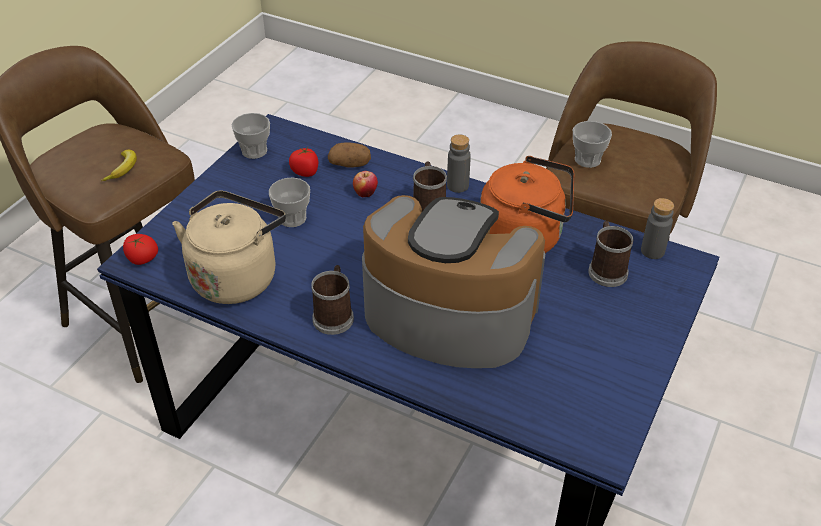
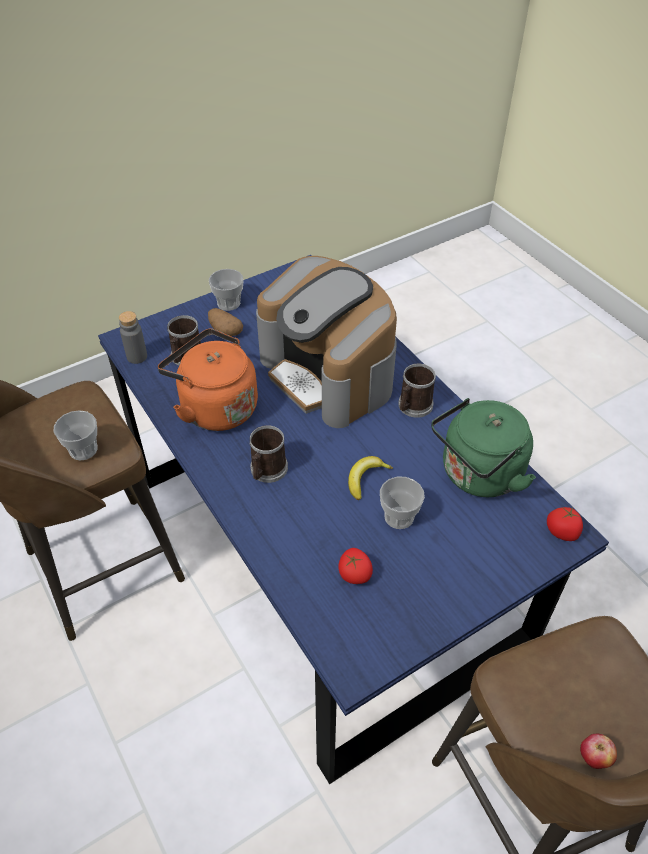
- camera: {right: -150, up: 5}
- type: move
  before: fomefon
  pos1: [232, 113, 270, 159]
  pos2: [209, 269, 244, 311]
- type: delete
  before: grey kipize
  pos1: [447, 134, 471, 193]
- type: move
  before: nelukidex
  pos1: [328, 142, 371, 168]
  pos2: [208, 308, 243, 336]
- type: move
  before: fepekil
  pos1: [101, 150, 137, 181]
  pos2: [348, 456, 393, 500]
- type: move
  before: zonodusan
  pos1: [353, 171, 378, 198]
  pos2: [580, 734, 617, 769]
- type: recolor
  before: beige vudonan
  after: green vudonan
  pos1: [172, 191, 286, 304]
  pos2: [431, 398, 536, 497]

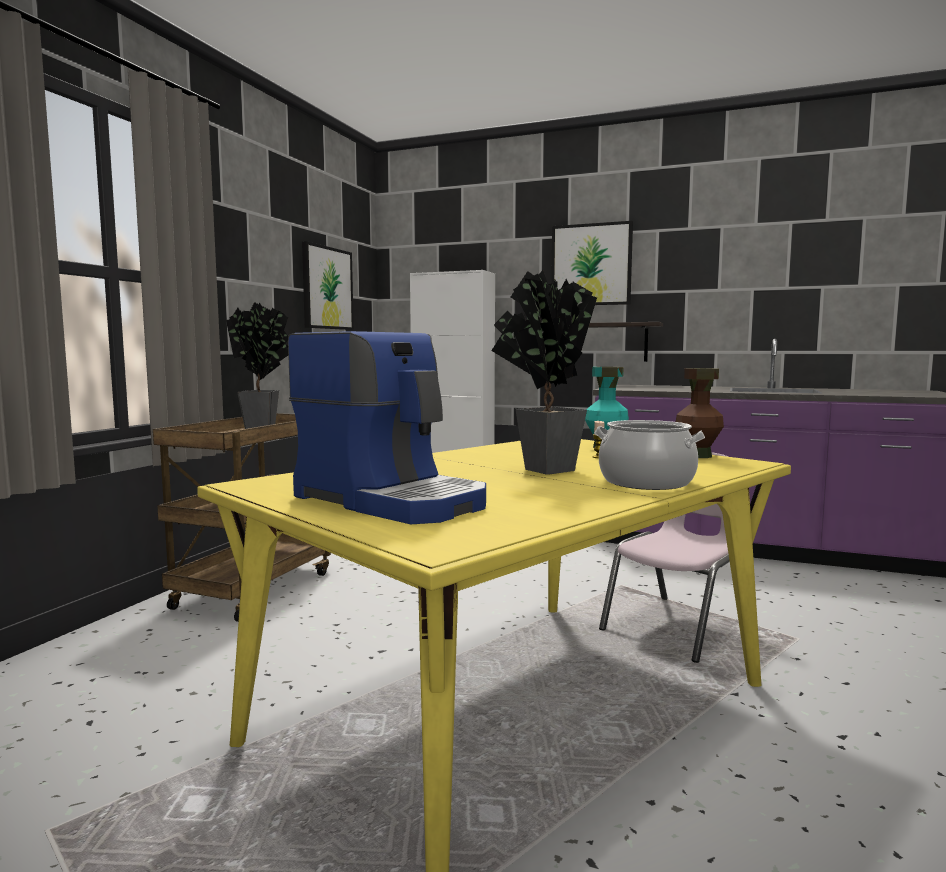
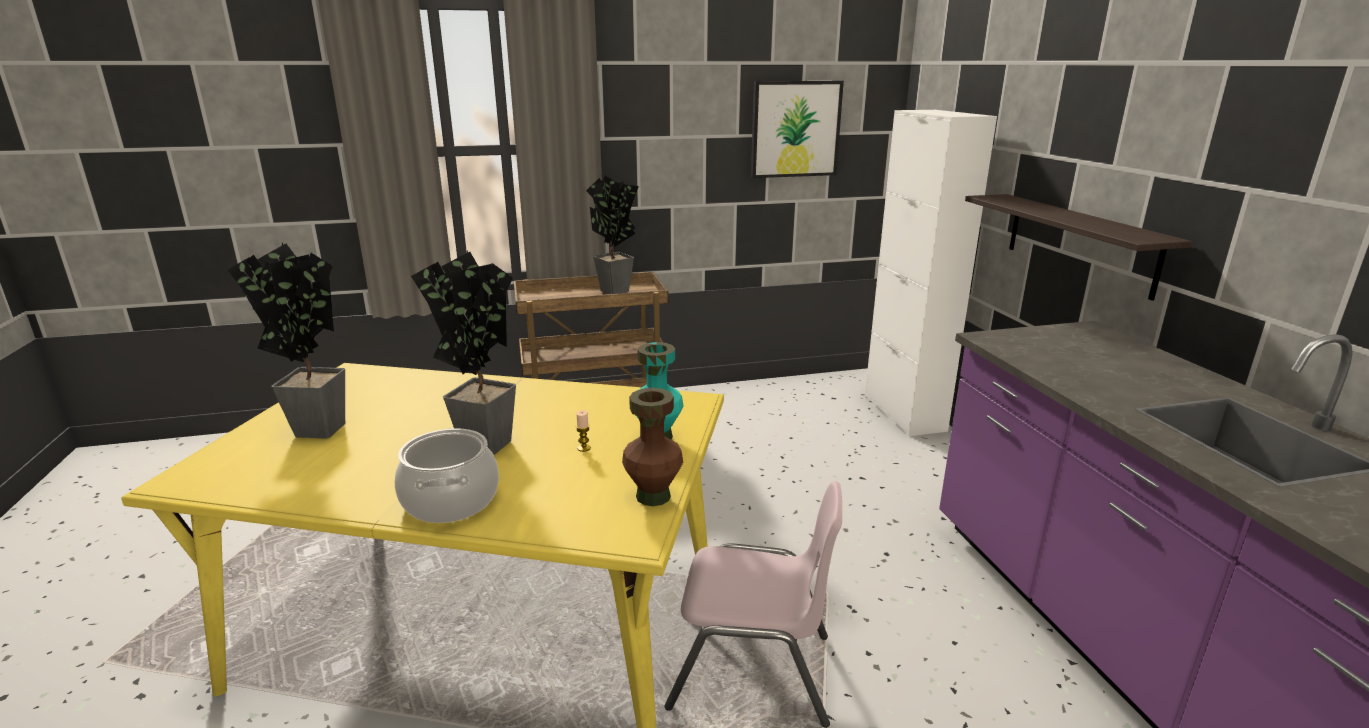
- camera: {right: 55, up: 15}
- type: delete
  before: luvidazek
  pos1: [551, 221, 633, 305]
- type: replace
  before: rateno
  after: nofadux
  pos1: [288, 331, 486, 524]
  pos2: [227, 243, 345, 439]

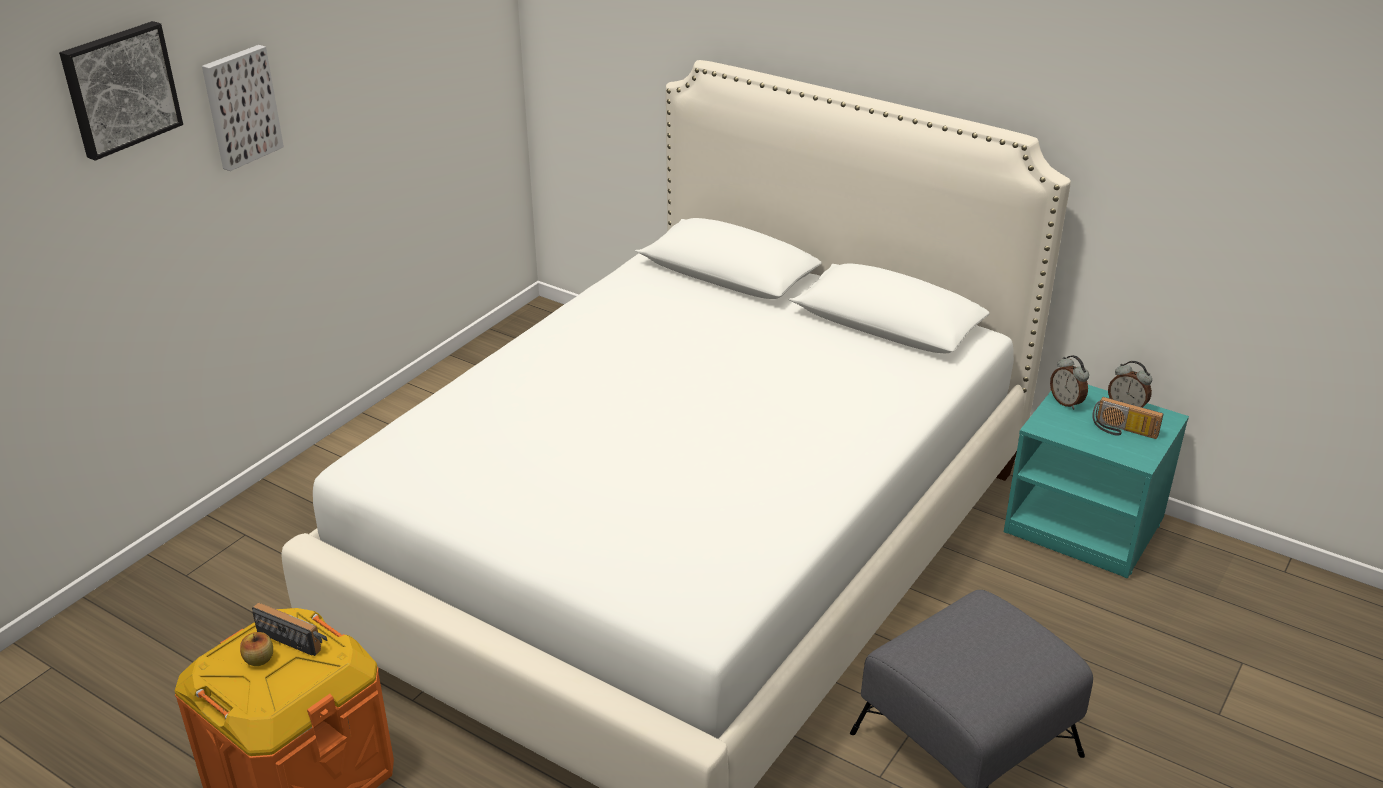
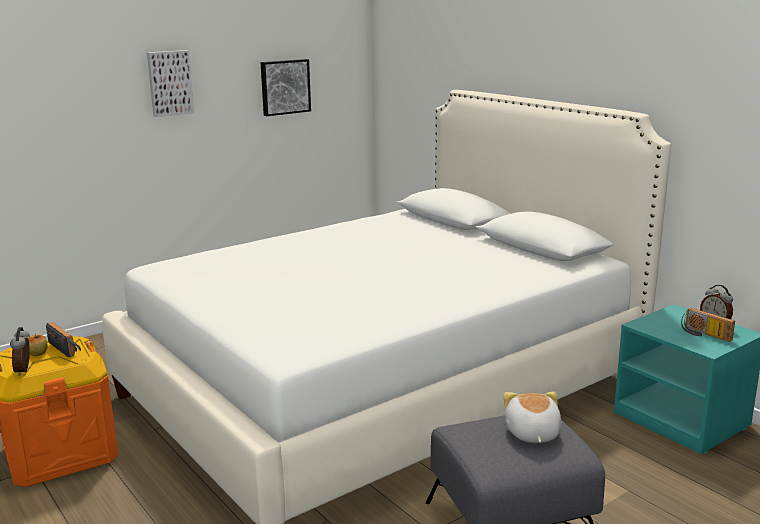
- camera: {right: 20, up: -15}
- type: move
  before: luvidazek
  pos1: [59, 21, 183, 161]
  pos2: [260, 59, 311, 116]
- type: move
  before: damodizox
  pos1: [1050, 355, 1089, 410]
  pos2: [10, 327, 30, 376]
- type: insert
  after: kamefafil
  pos2: [503, 392, 562, 443]

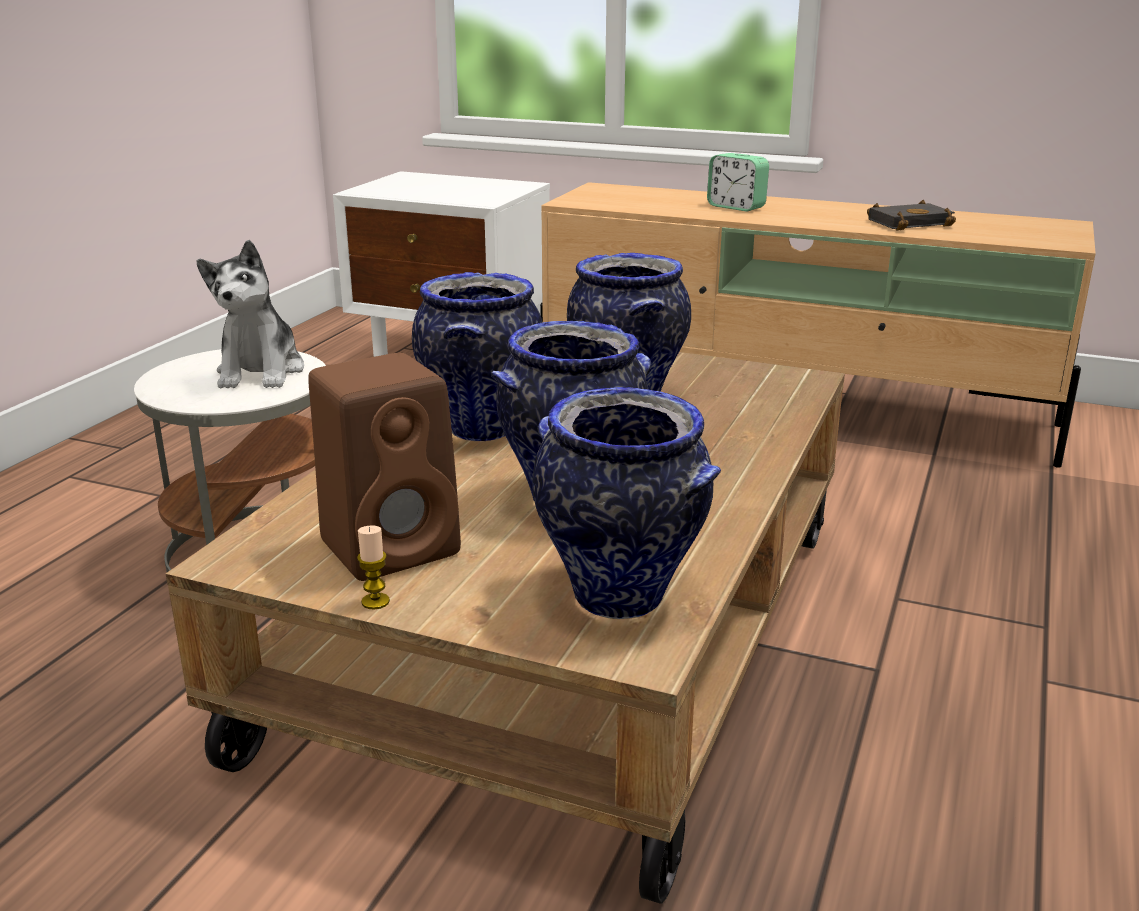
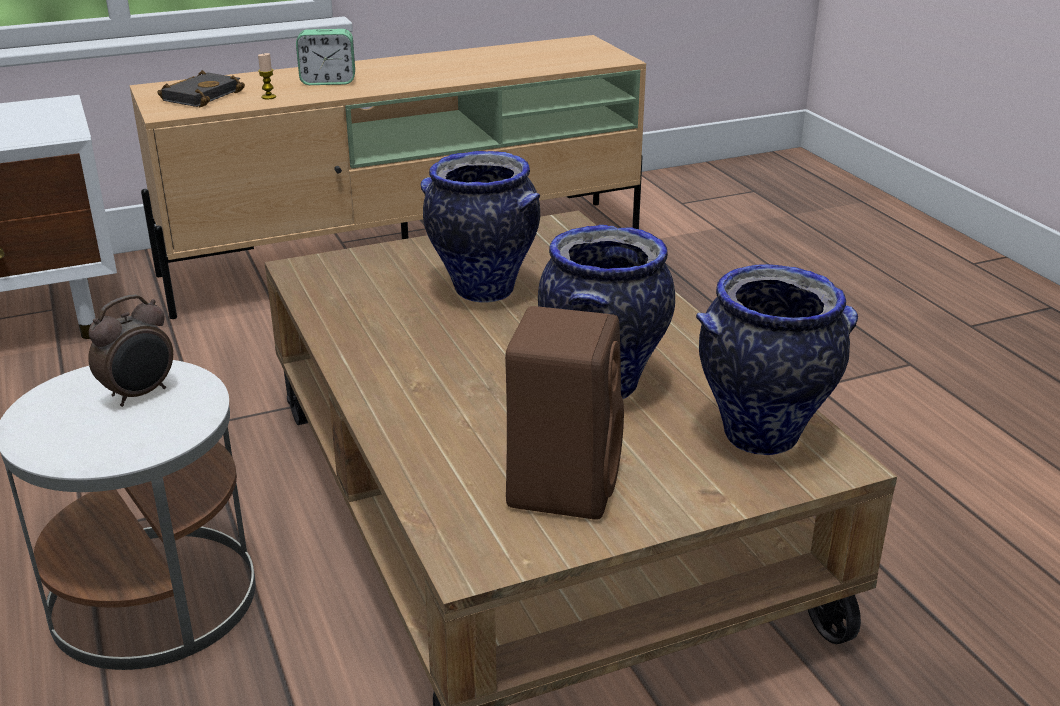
- camera: {right: -45, up: 5}
- type: move
  before: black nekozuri
  pos1: [867, 200, 956, 230]
  pos2: [158, 70, 245, 107]
- type: replace
  before: kamefafil
  after: damodizox
  pos1: [196, 240, 304, 389]
  pos2: [88, 294, 173, 407]
- type: delete
  before: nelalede
  pos1: [412, 272, 543, 441]
- type: move
  before: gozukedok
  pos1: [357, 526, 390, 609]
  pos2: [258, 53, 276, 99]

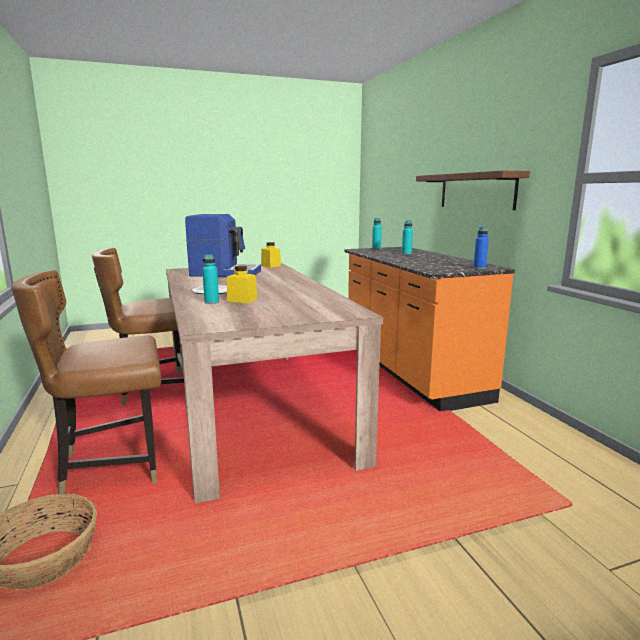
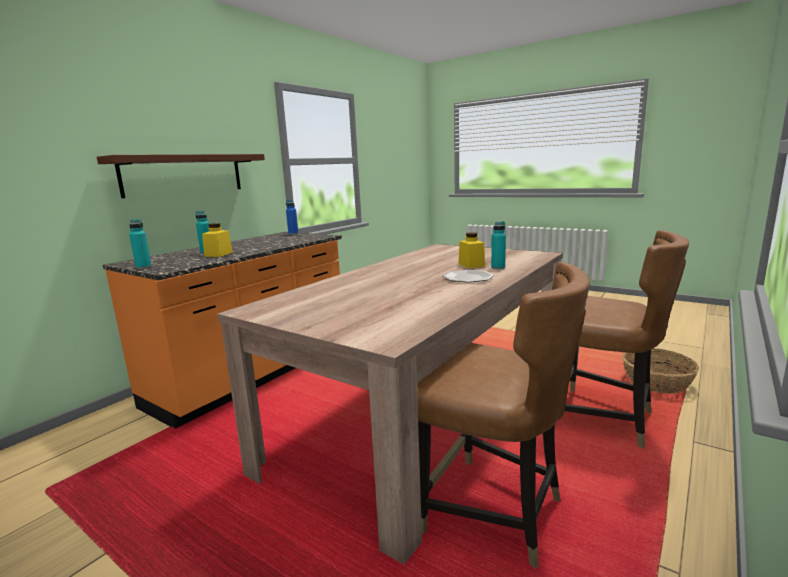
- camera: {right: -125, up: 0}
- type: delete
  before: rateno
  pos1: [185, 214, 261, 277]
- type: move
  before: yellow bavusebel
  pos1: [261, 242, 281, 268]
  pos2: [202, 223, 233, 257]

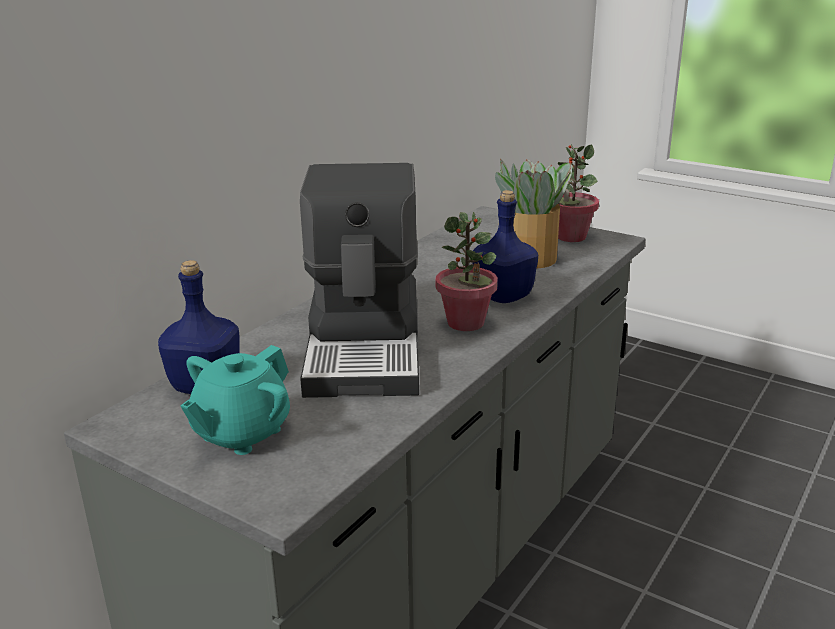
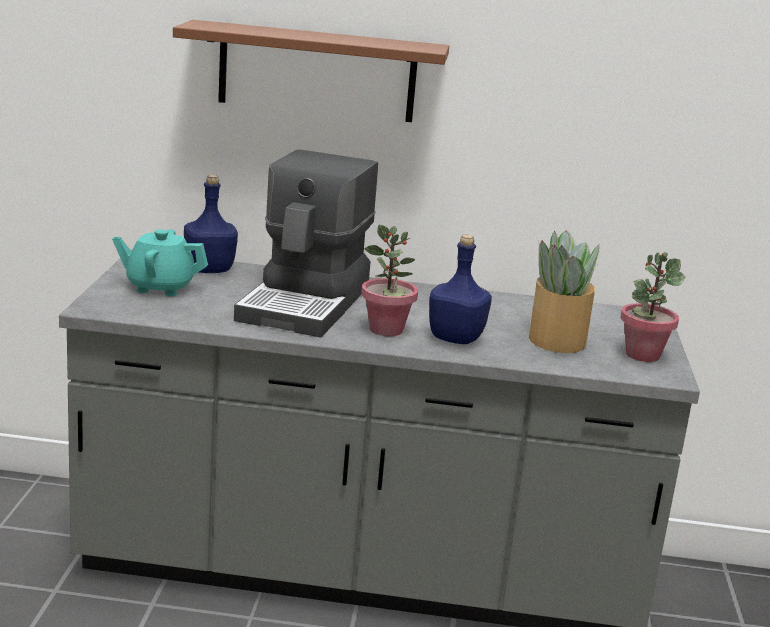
- camera: {right: 60, up: -5}
- type: rotate
  before: rateno
  pos1: [300, 163, 419, 398]
  pos2: [234, 150, 378, 337]
  turn: -45
- type: insert
  after: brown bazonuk
  pos2: [173, 20, 449, 122]

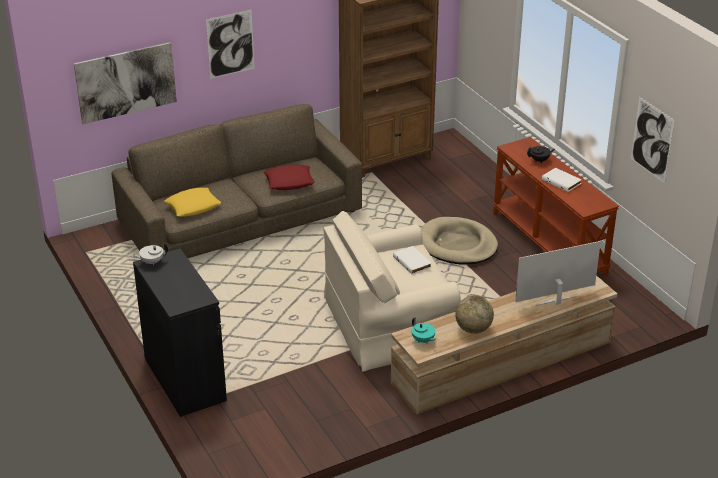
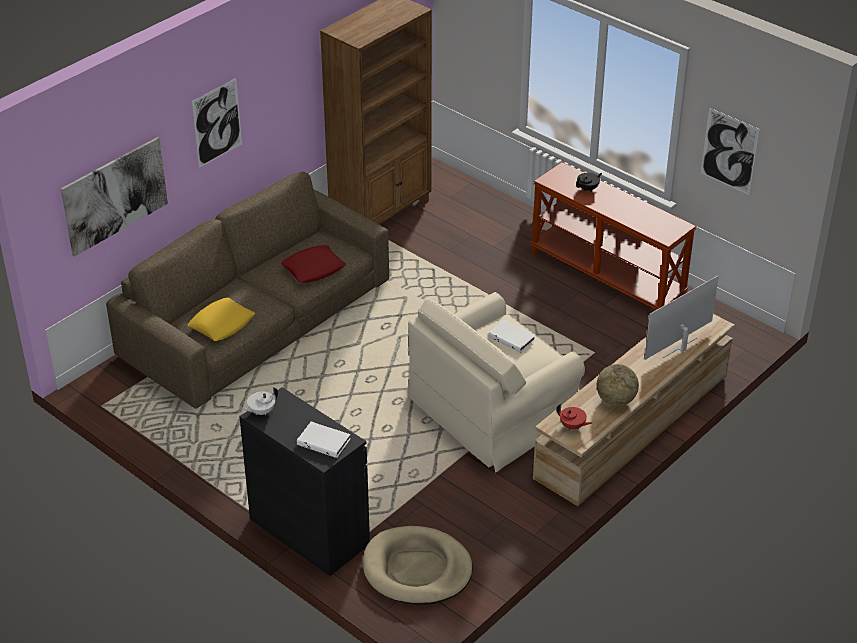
- camera: {right: -20, up: 5}
- type: move
  before: white nekozuri
  pos1: [542, 168, 581, 192]
  pos2: [297, 421, 350, 458]
- type: move
  before: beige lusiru
  pos1: [421, 217, 498, 265]
  pos2: [363, 526, 473, 605]
- type: recolor
  before: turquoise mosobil
  after: red mosobil
  pos1: [411, 317, 436, 343]
  pos2: [556, 404, 592, 430]

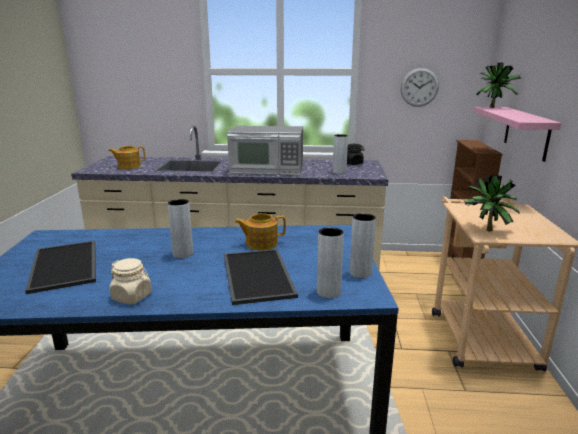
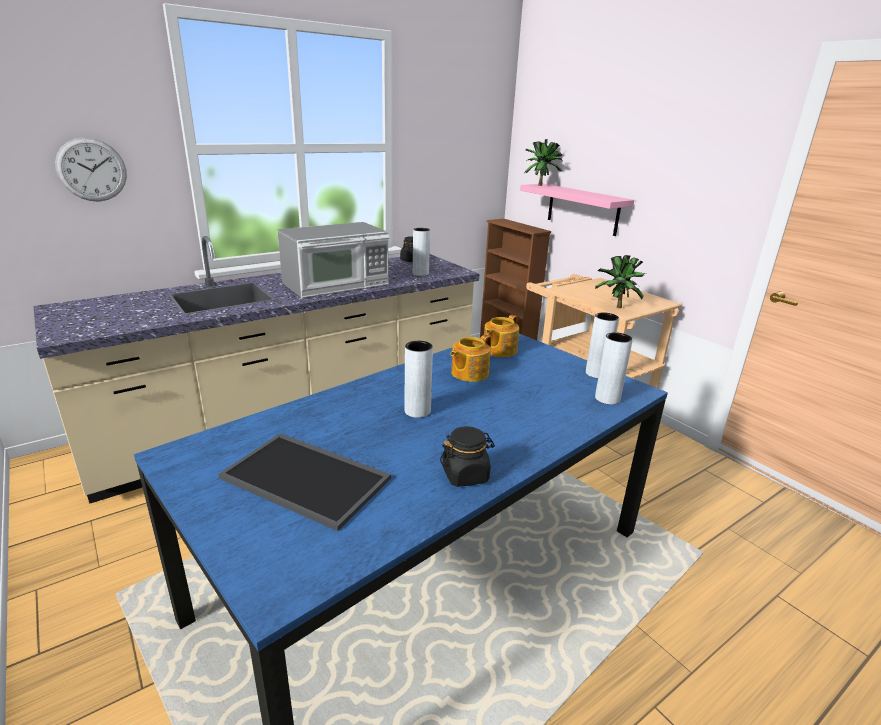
- camera: {right: -40, up: 5}
- type: move
  before: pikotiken
  pos1: [401, 68, 439, 107]
  pos2: [55, 137, 127, 201]
- type: move
  before: mosobil
  pos1: [109, 146, 145, 169]
  pos2: [484, 315, 519, 357]
- type: delete
  before: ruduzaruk
  pos1: [224, 249, 298, 305]
- type: recolor
  before: beige bavusebel
  after: black bavusebel
  pos1: [110, 258, 152, 304]
  pos2: [440, 426, 495, 487]

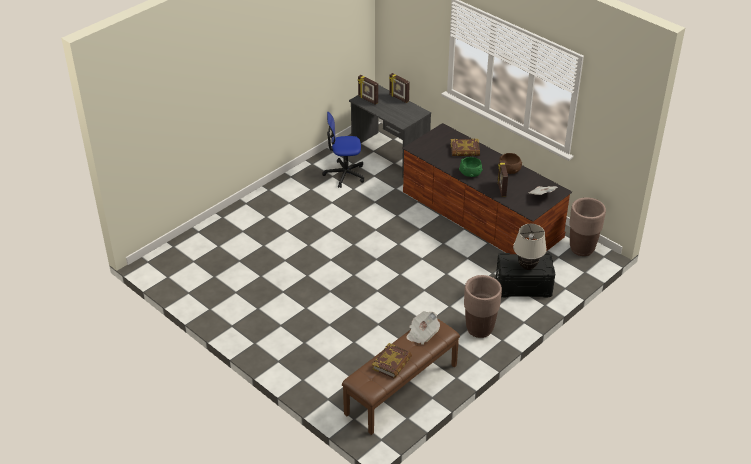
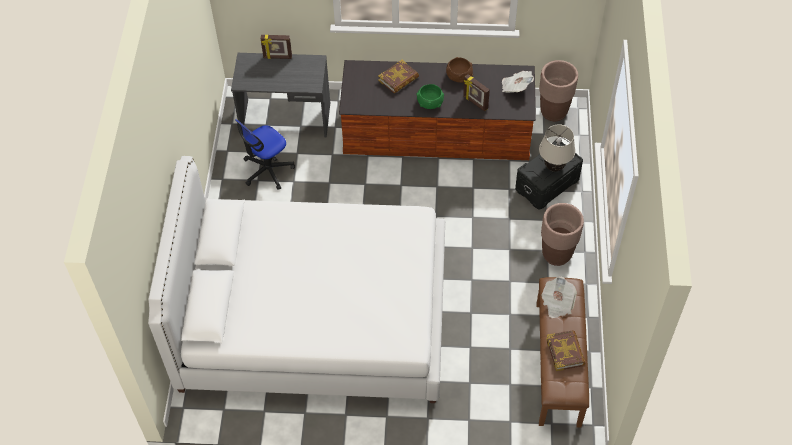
- camera: {right: -40, up: 15}
- type: delete
  before: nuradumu
  pos1: [358, 75, 378, 105]
- type: insert
  after: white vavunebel
  pos2: [148, 156, 445, 403]

